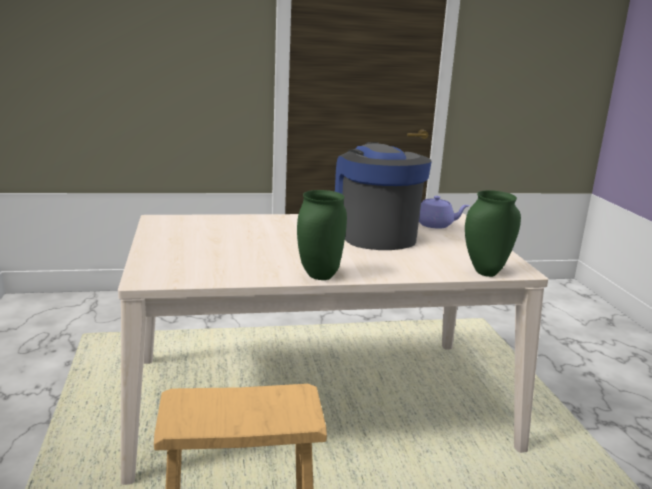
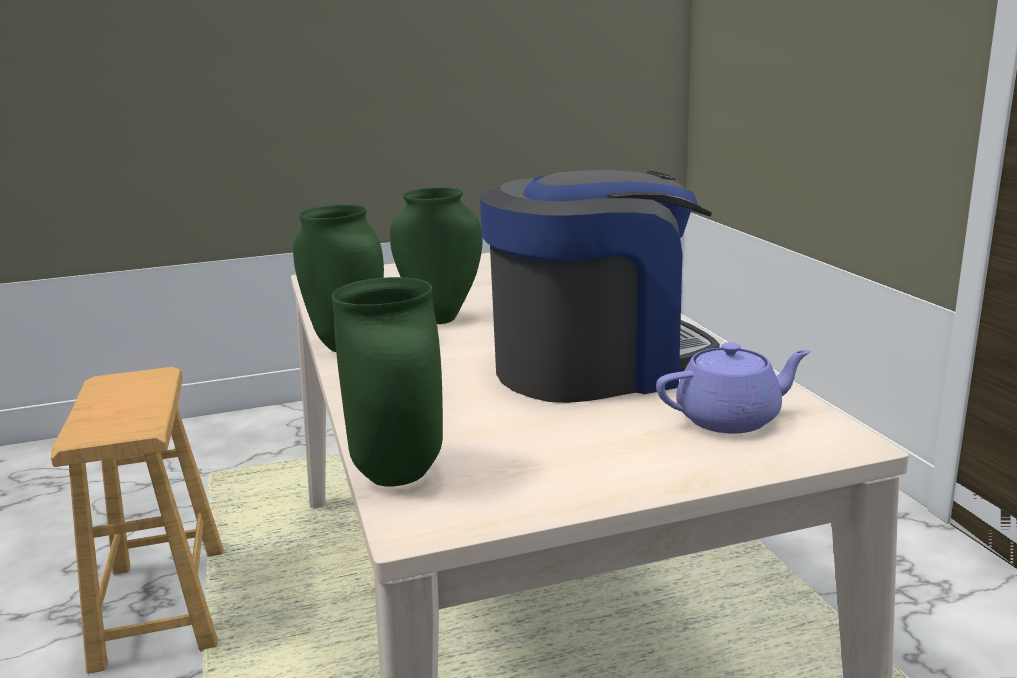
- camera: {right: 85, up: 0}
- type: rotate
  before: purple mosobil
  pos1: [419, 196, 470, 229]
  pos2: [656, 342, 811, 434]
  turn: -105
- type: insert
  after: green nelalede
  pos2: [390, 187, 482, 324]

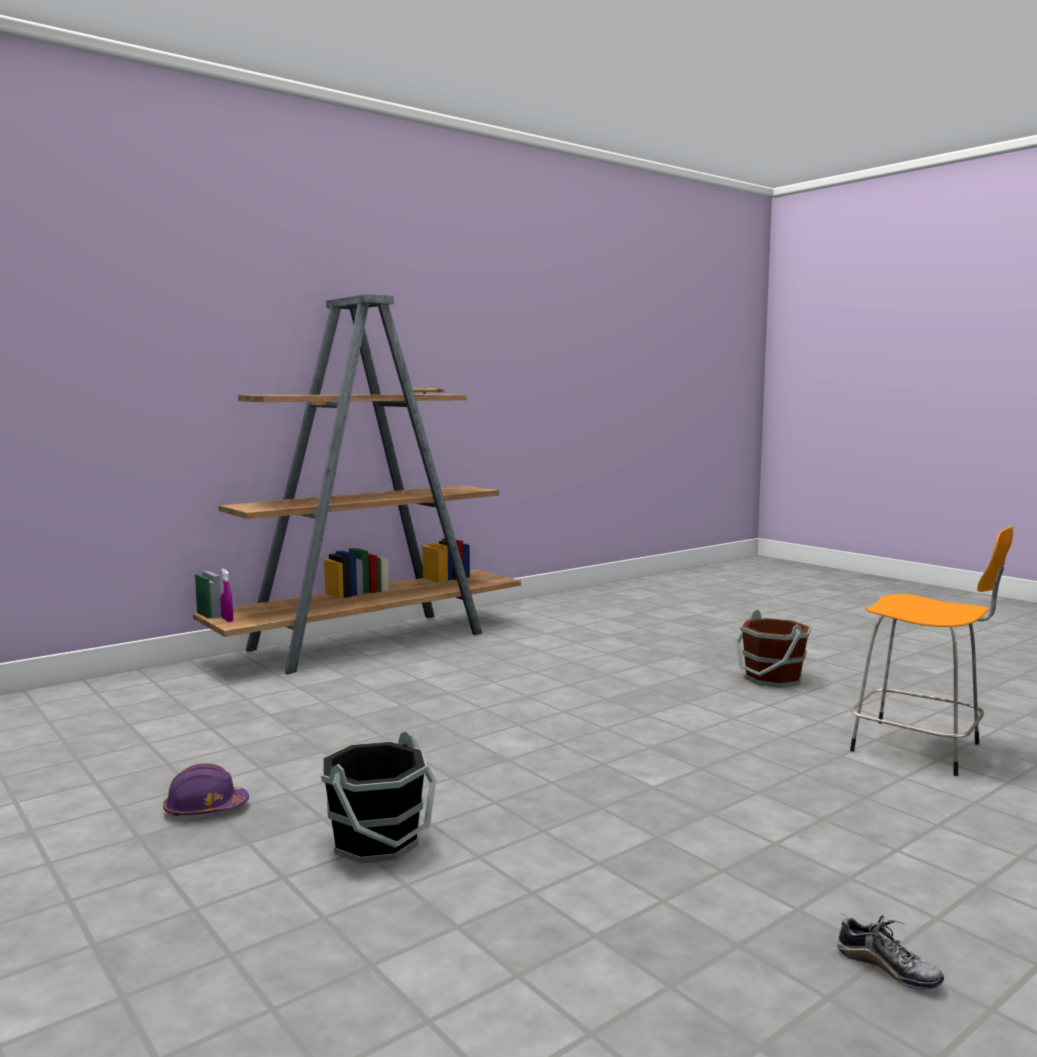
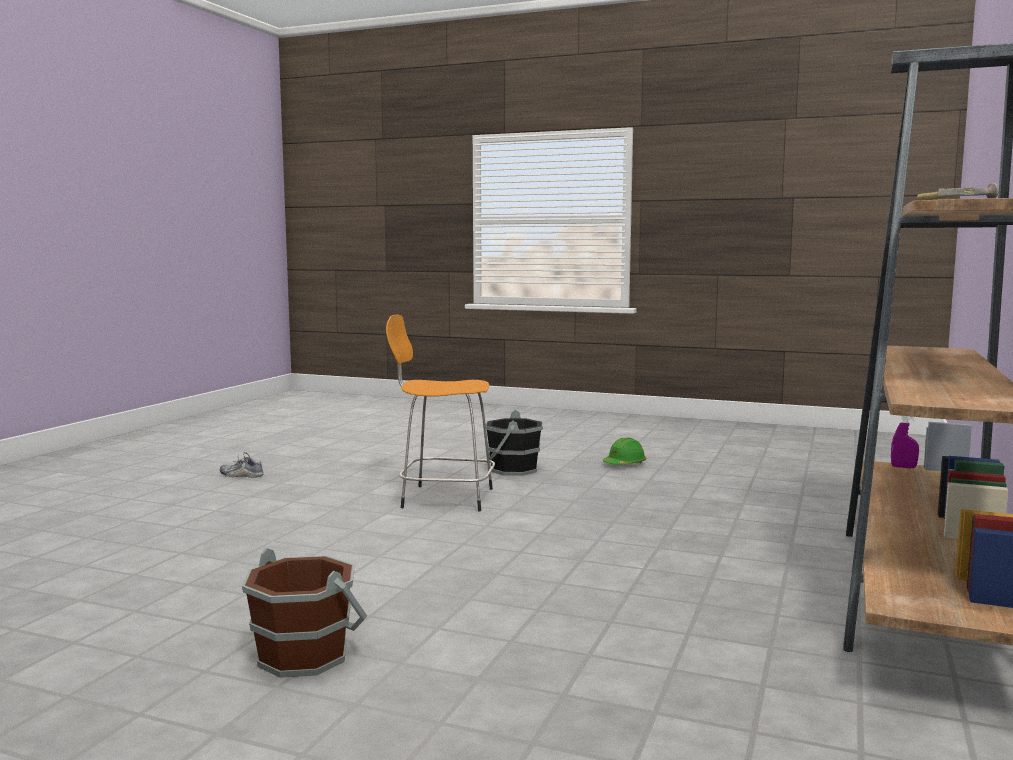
- camera: {right: 150, up: 0}
- type: move
  before: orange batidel
  pos1: [850, 525, 1013, 776]
  pos2: [386, 315, 495, 511]
- type: recolor
  before: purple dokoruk
  after: green dokoruk
  pos1: [163, 763, 249, 816]
  pos2: [603, 437, 646, 465]

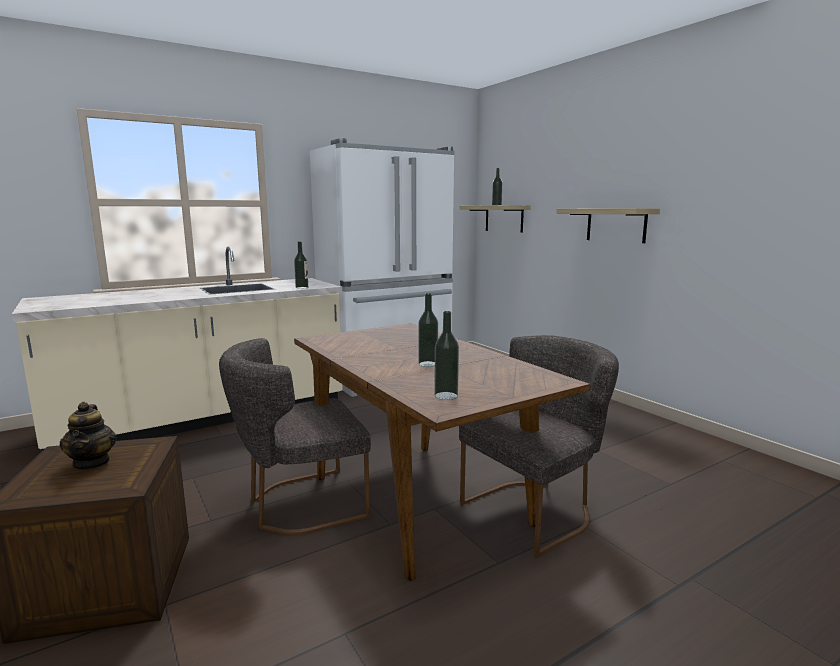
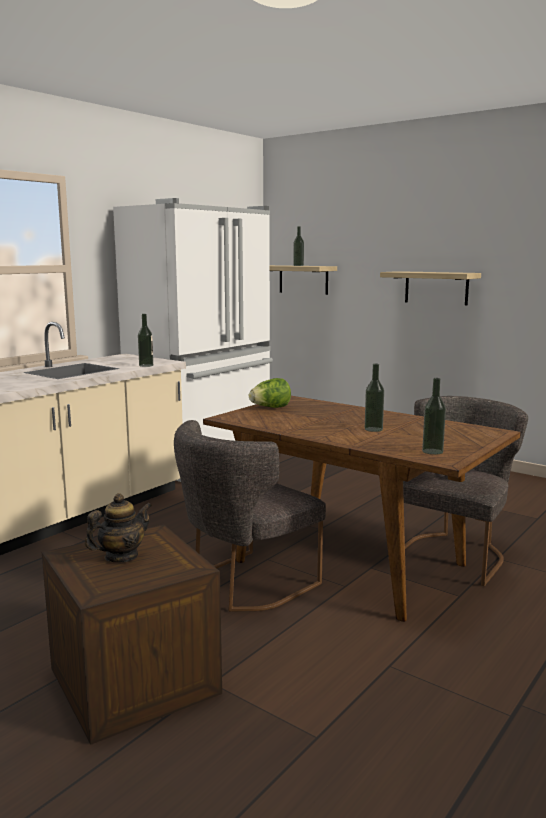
- camera: {right: -20, up: 0}
- type: rotate
  before: mosobil
  pos1: [60, 402, 117, 470]
  pos2: [85, 493, 152, 562]
  turn: -90
- type: insert
  after: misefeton
  pos2: [249, 378, 291, 408]

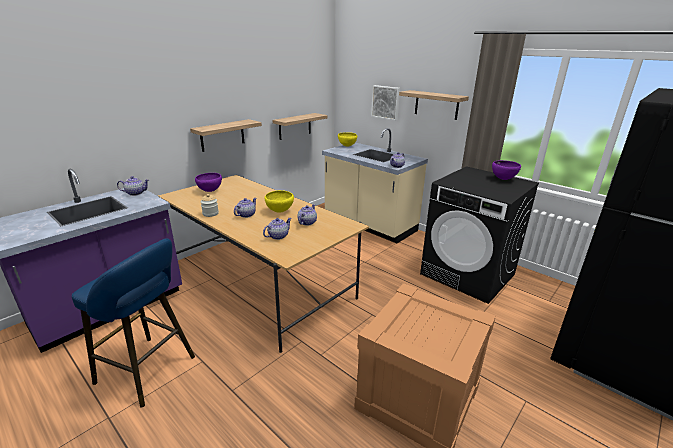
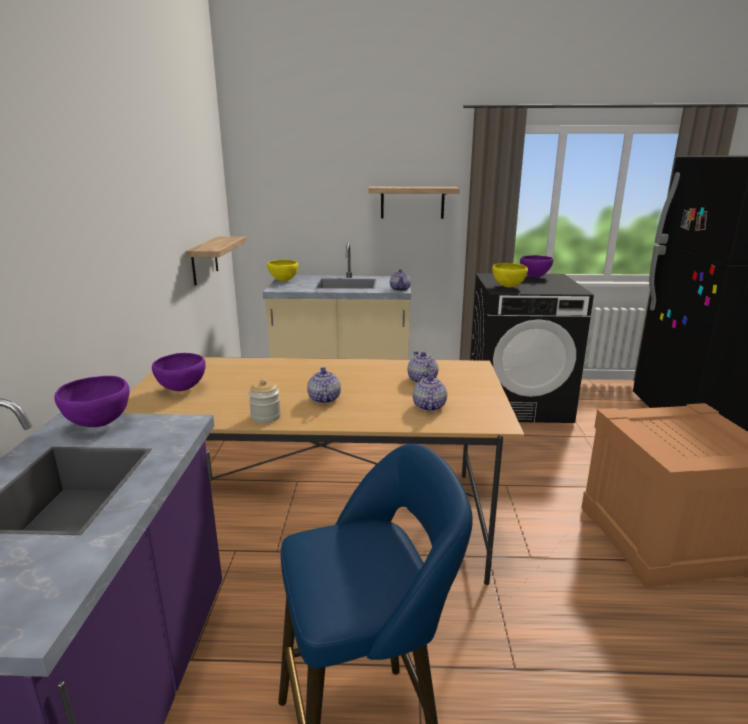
- camera: {right: -40, up: -5}
- type: delete
  before: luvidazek
  pos1: [371, 85, 400, 120]
- type: delete
  before: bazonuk
  pos1: [190, 119, 262, 152]
- type: replace
  before: mosobil
  after: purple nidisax
  pos1: [117, 176, 149, 196]
  pos2: [54, 376, 130, 427]
- type: move
  before: yellow nidisax
  pos1: [264, 190, 294, 213]
  pos2: [492, 263, 528, 288]

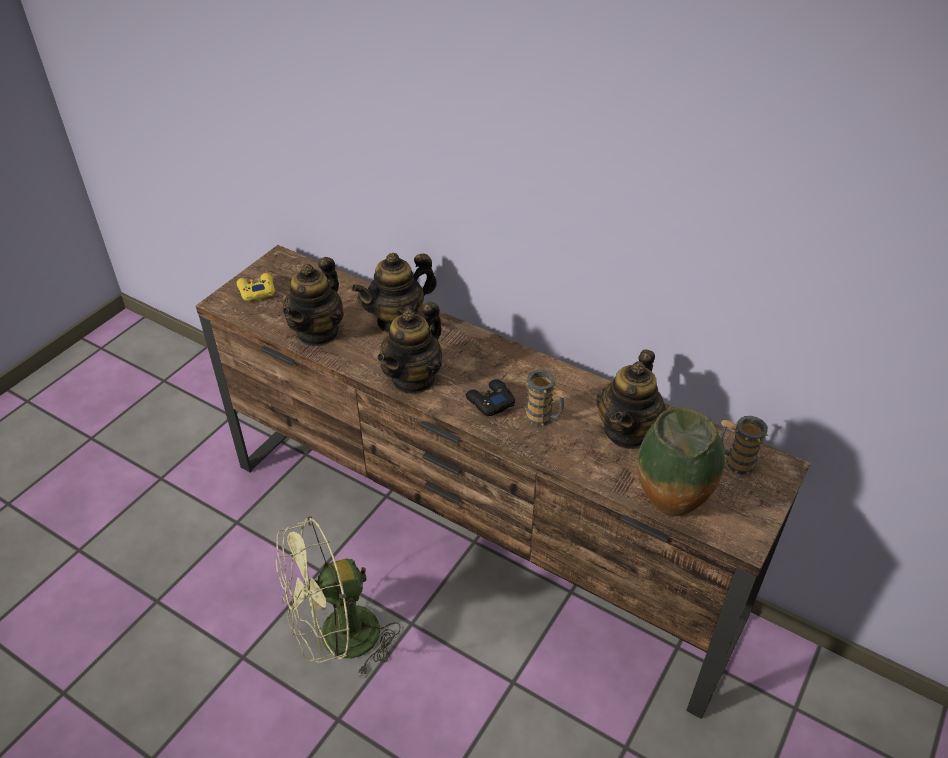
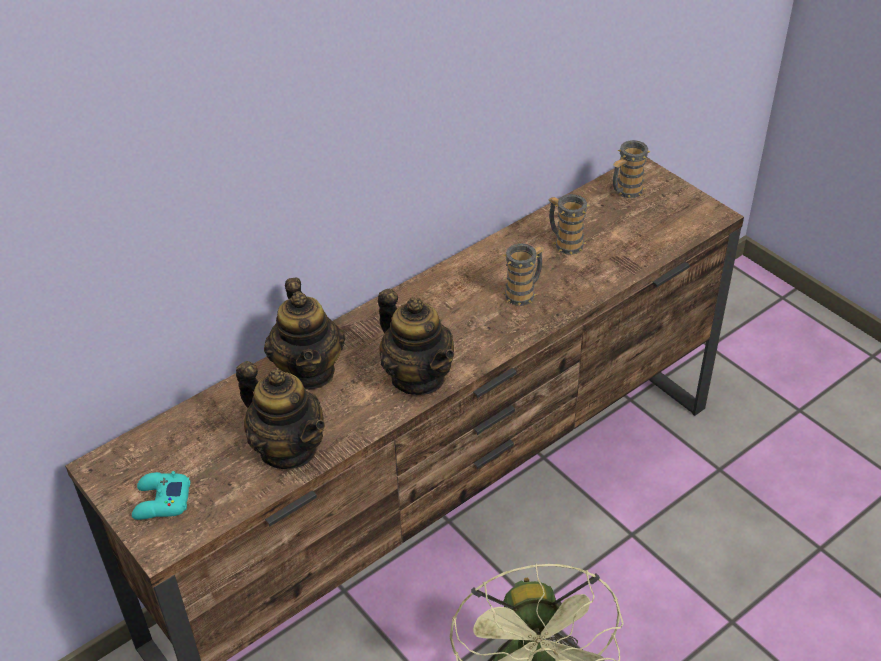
- camera: {right: -70, up: 0}
- type: recolor
  before: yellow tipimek
  after: turquoise tipimek
  pos1: [237, 273, 275, 301]
  pos2: [132, 471, 190, 520]
- type: replace
  before: mosobil
  after: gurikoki
  pos1: [596, 349, 667, 449]
  pos2: [549, 194, 590, 255]
- type: delete
  before: black tipimek
  pos1: [465, 379, 515, 416]
- type: delete
  before: nelalede
  pos1: [638, 407, 725, 516]

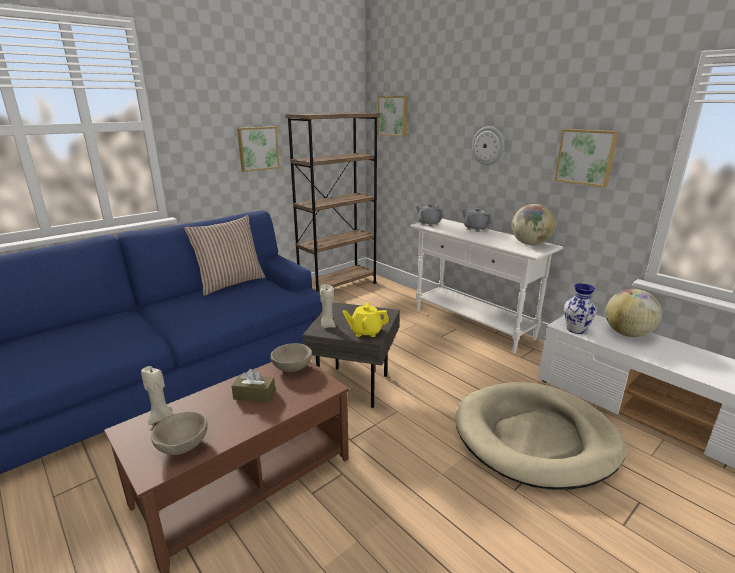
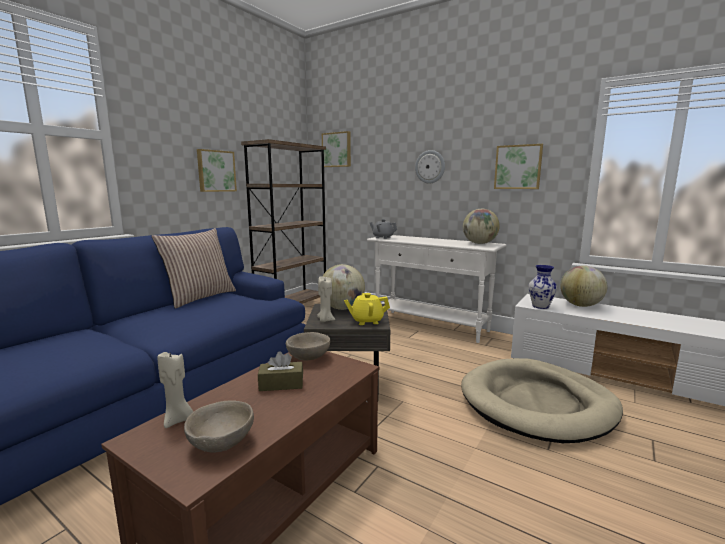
- camera: {right: -15, up: -10}
- type: delete
  before: grey mosobil
  pos1: [462, 208, 492, 232]
- type: insert
  after: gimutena
  pos2: [323, 264, 365, 310]

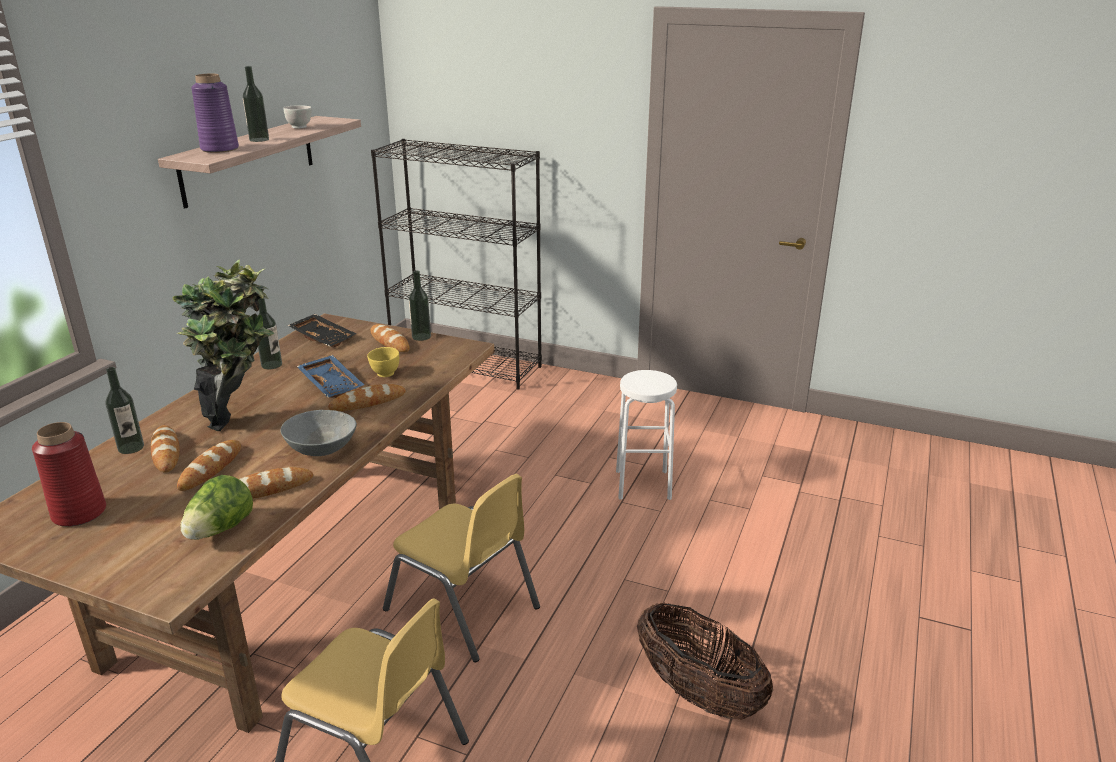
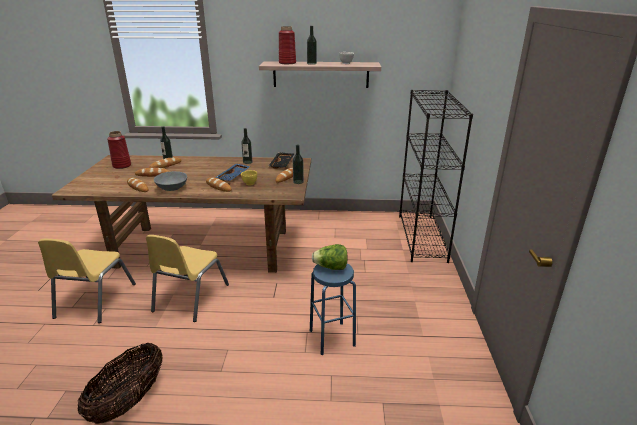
- camera: {right: 70, up: 0}
- type: recolor
  before: purple nelalede
  after: red nelalede
  pos1: [191, 74, 239, 153]
  pos2: [279, 26, 296, 64]
- type: delete
  before: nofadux
  pos1: [172, 259, 274, 431]
- type: recolor
  before: white batidel
  after: blue batidel
  pos1: [616, 370, 677, 500]
  pos2: [310, 263, 356, 355]
- type: move
  before: misefeton
  pos1: [180, 475, 253, 540]
  pos2: [312, 244, 348, 270]

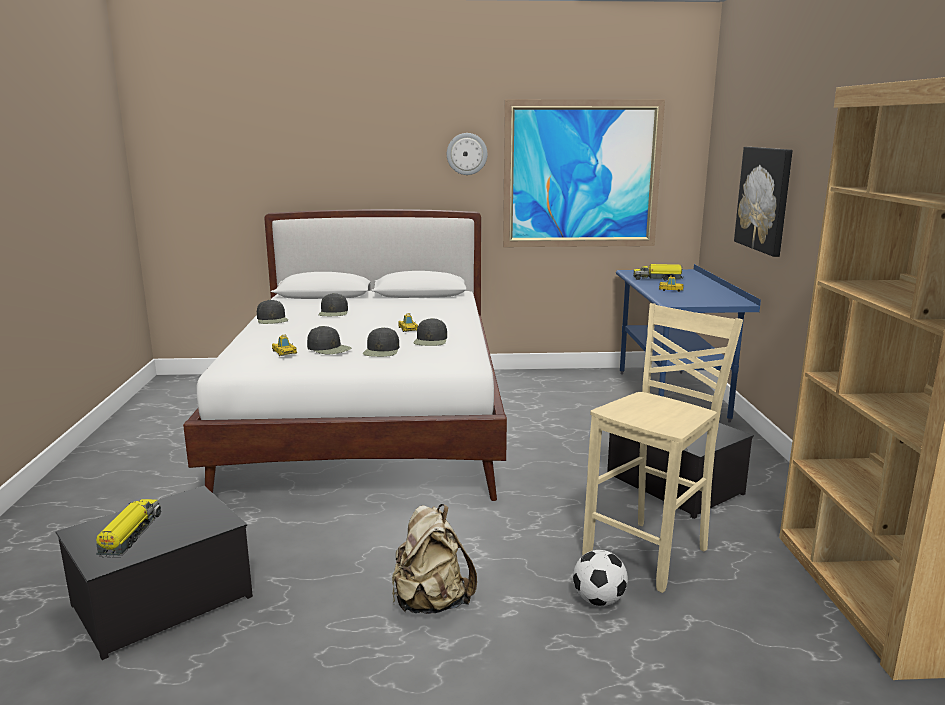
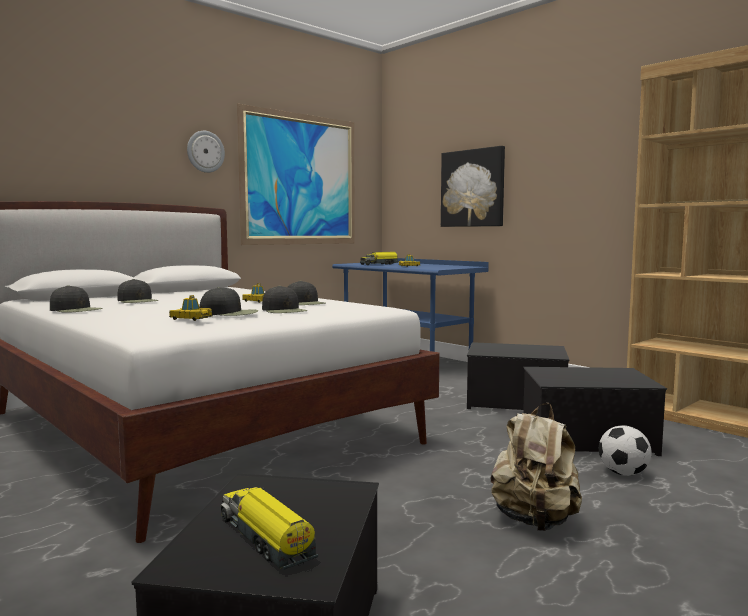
- camera: {right: -40, up: -10}
- type: replace
  before: beige batidel
  after: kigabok
  pos1: [582, 303, 743, 593]
  pos2: [523, 367, 667, 456]

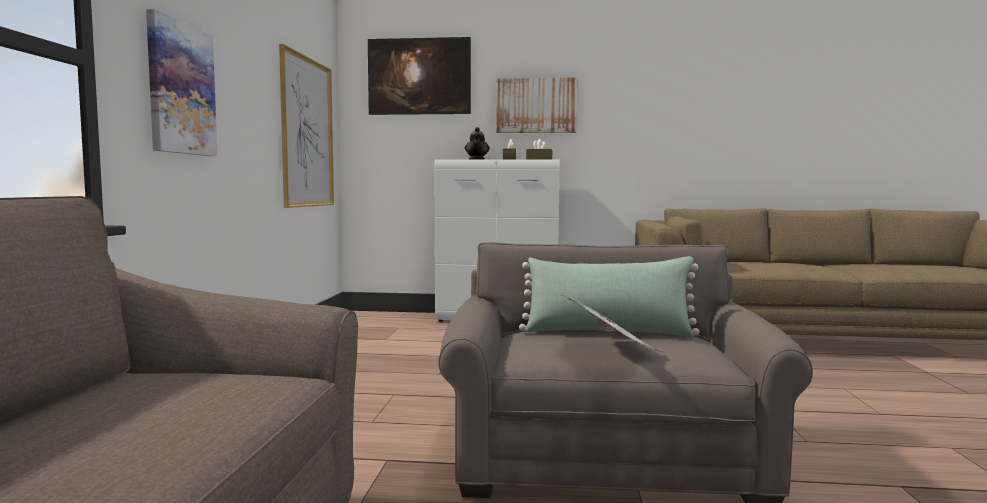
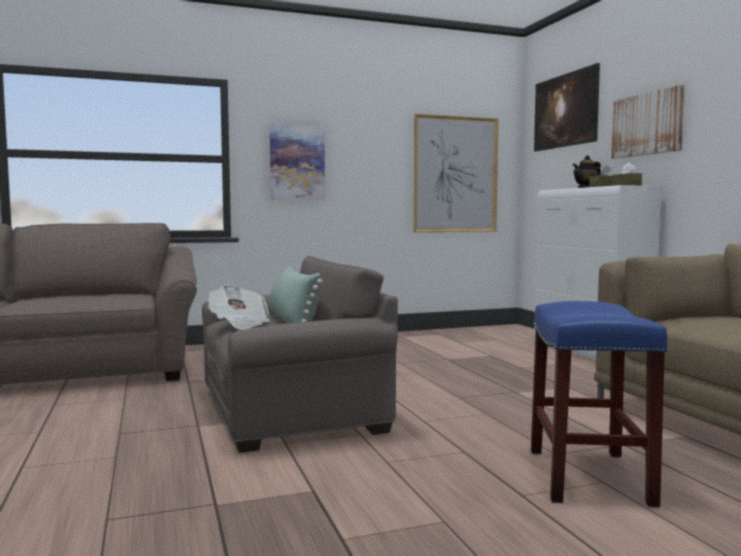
- camera: {right: 65, up: 0}
- type: insert
  after: blue batidel
  pos2: [531, 301, 668, 508]

